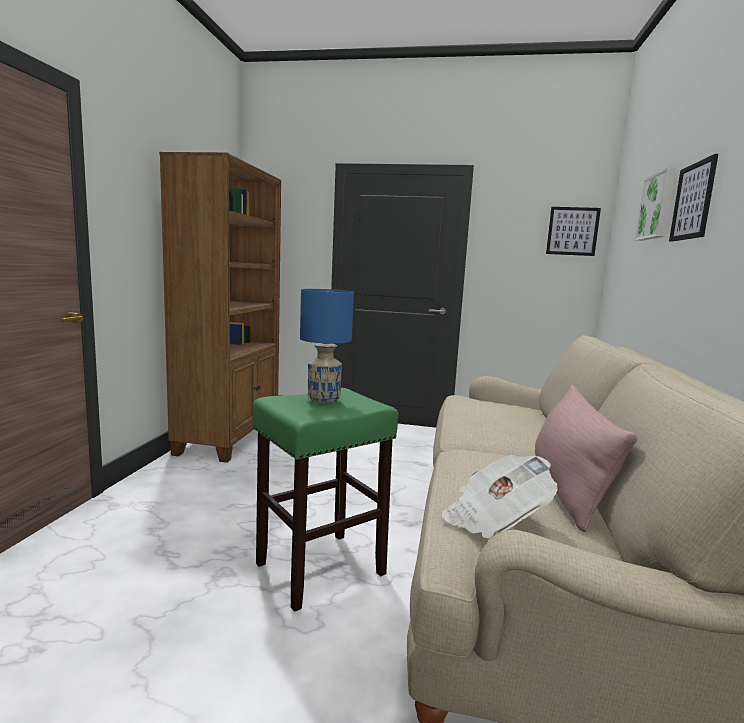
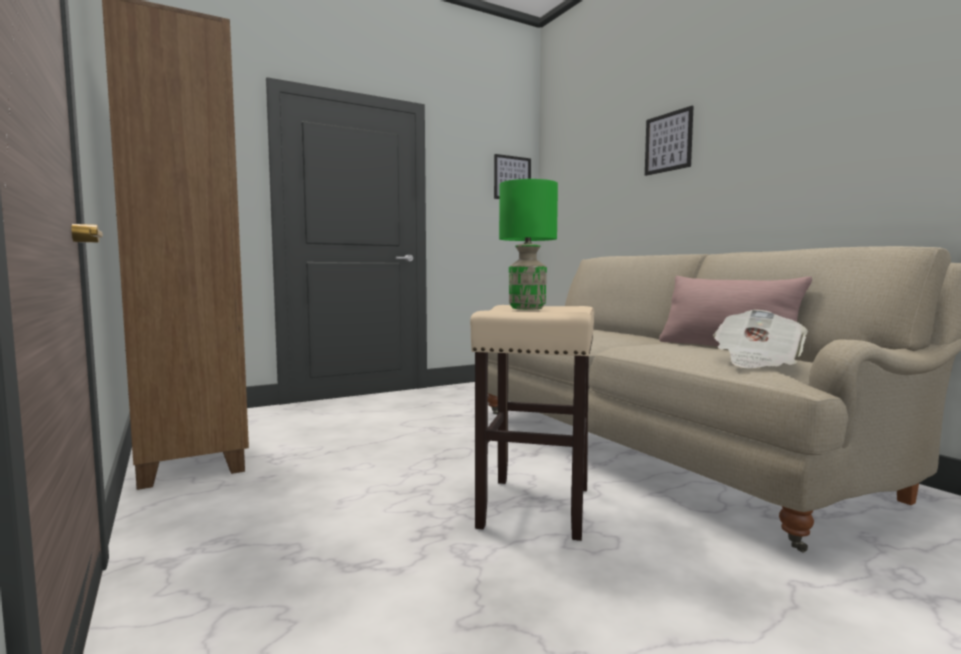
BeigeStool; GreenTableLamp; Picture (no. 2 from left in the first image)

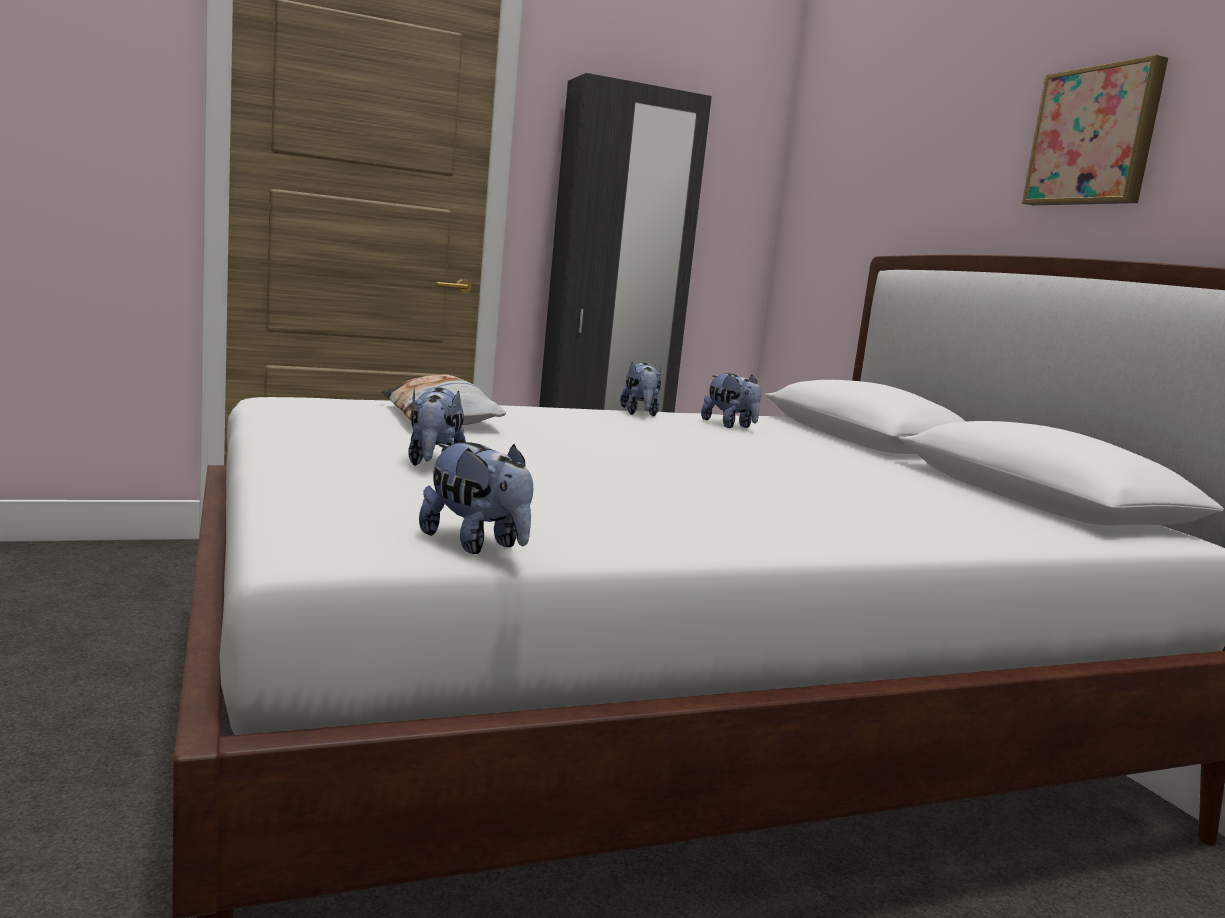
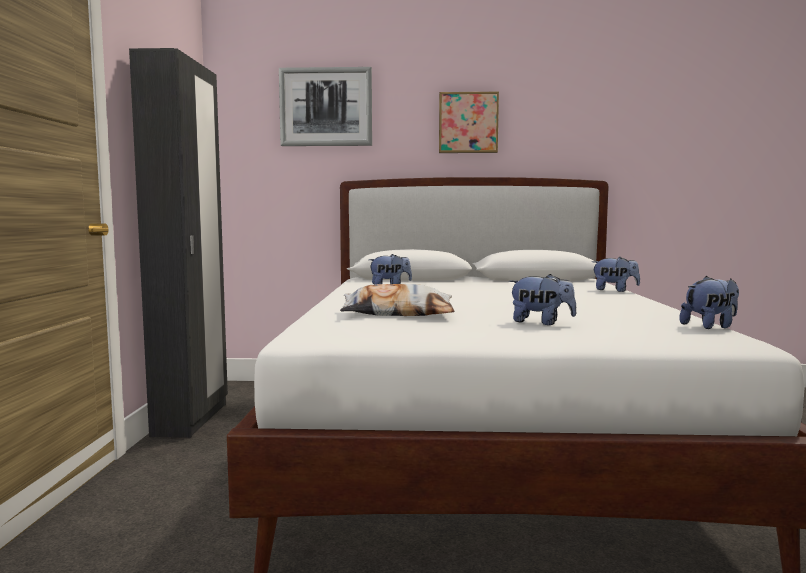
PlushToy (no. 3 from left); Picture (no. 1 from left)

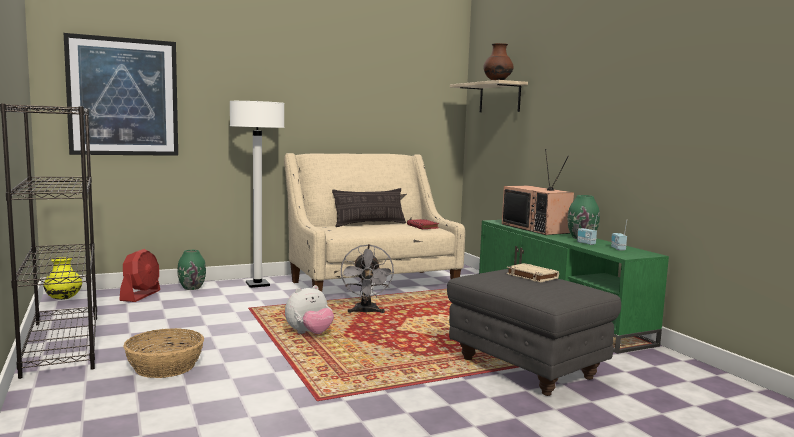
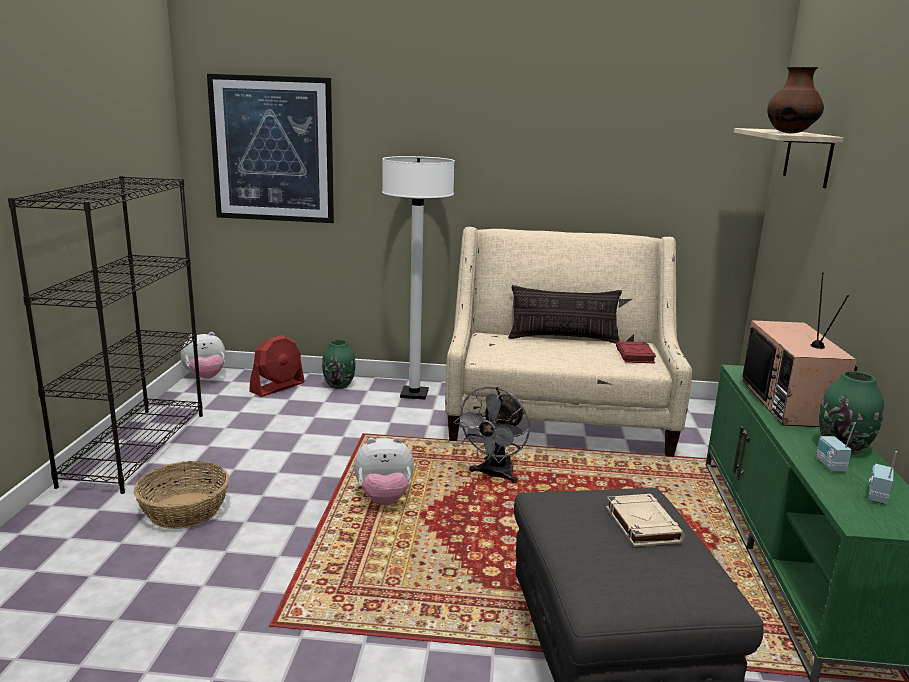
PlushToy (no. 1 from left)

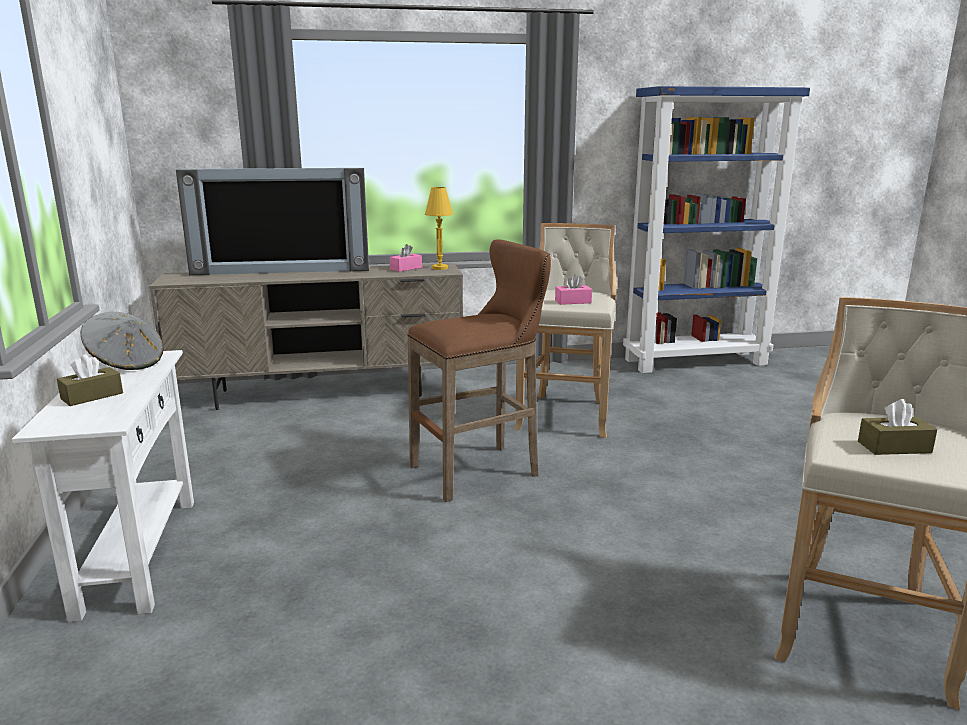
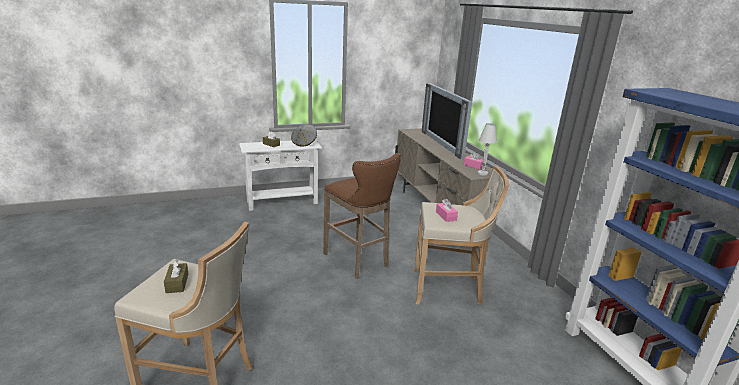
WhiteTableLamp

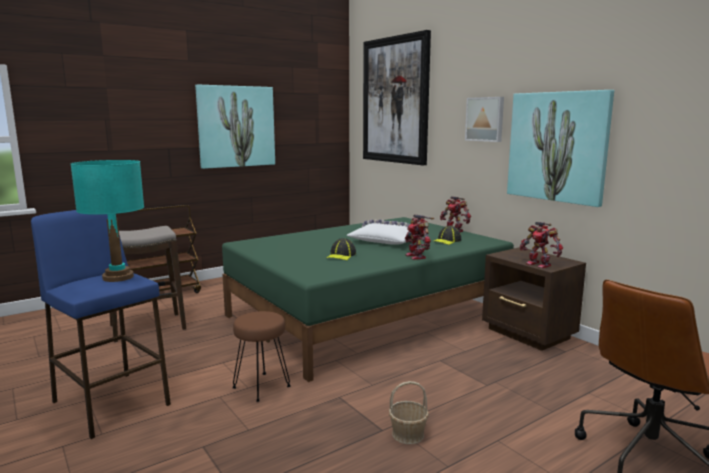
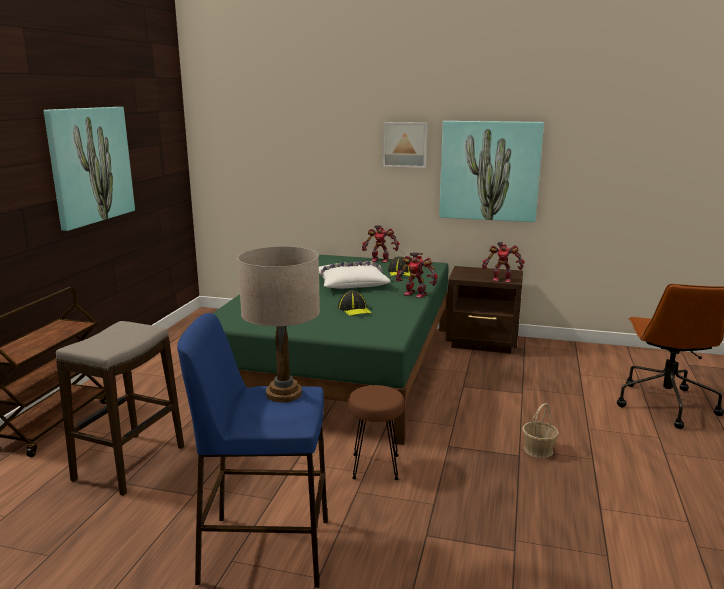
BeigeTableLamp; Picture (no. 2 from left in the first image)

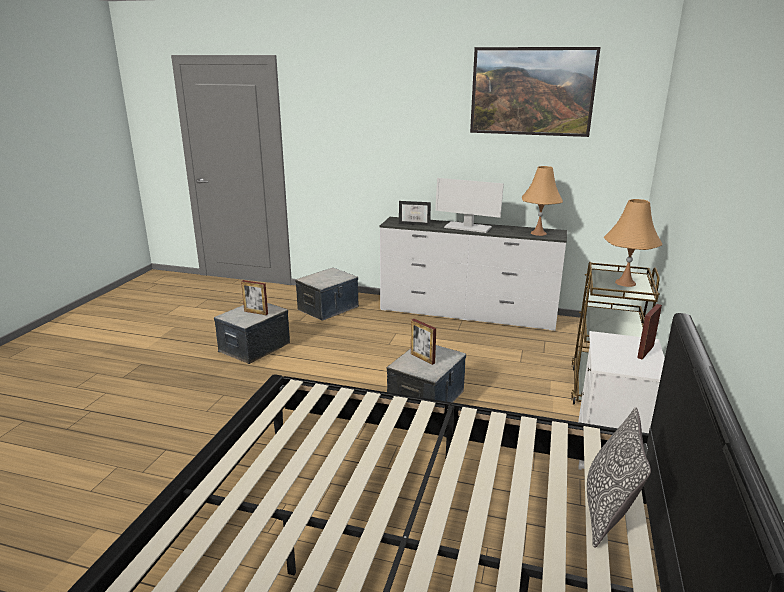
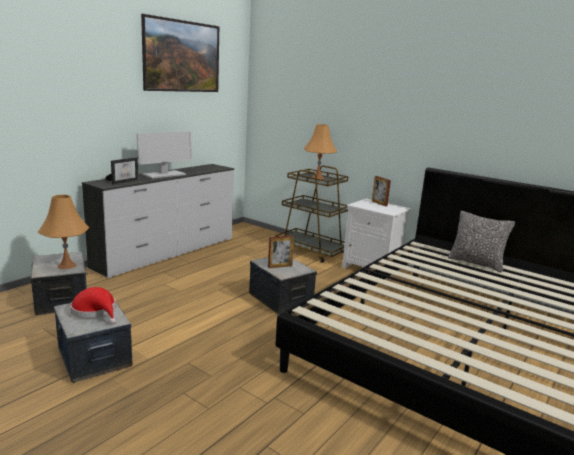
RedHat; OrangeTableLamp (no. 1 from left)

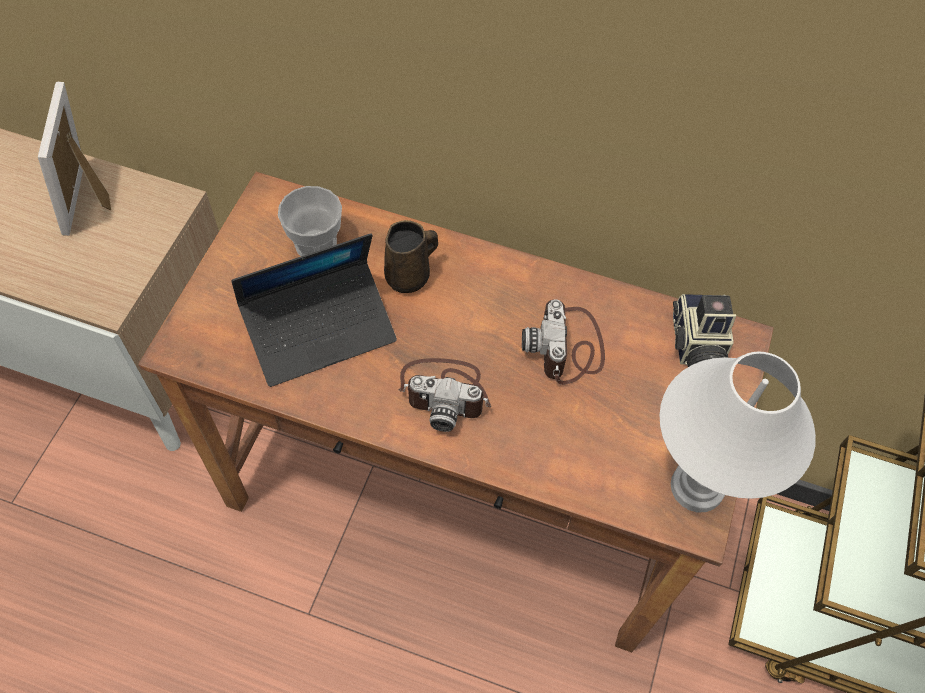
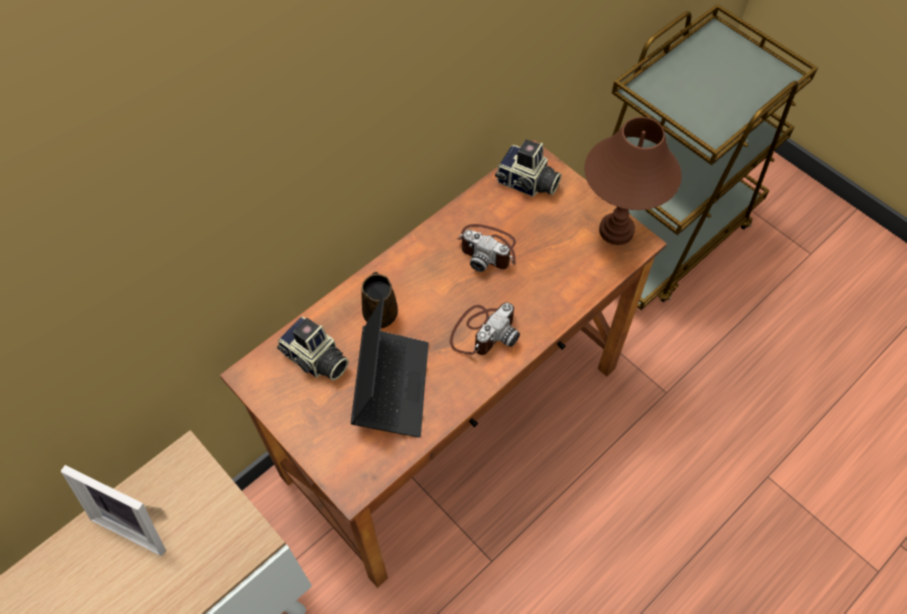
PhotoCamera (no. 1 from left); BrownTableLamp

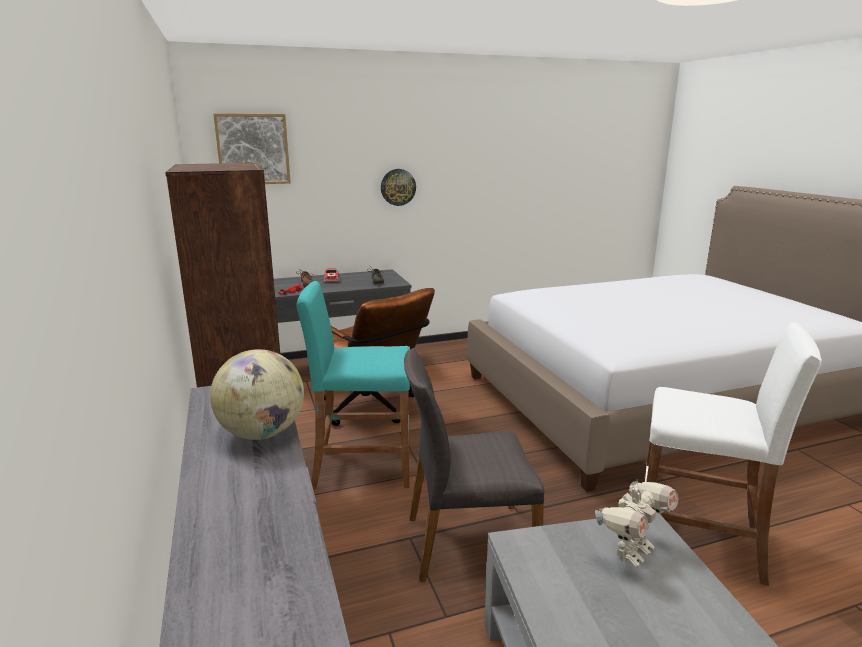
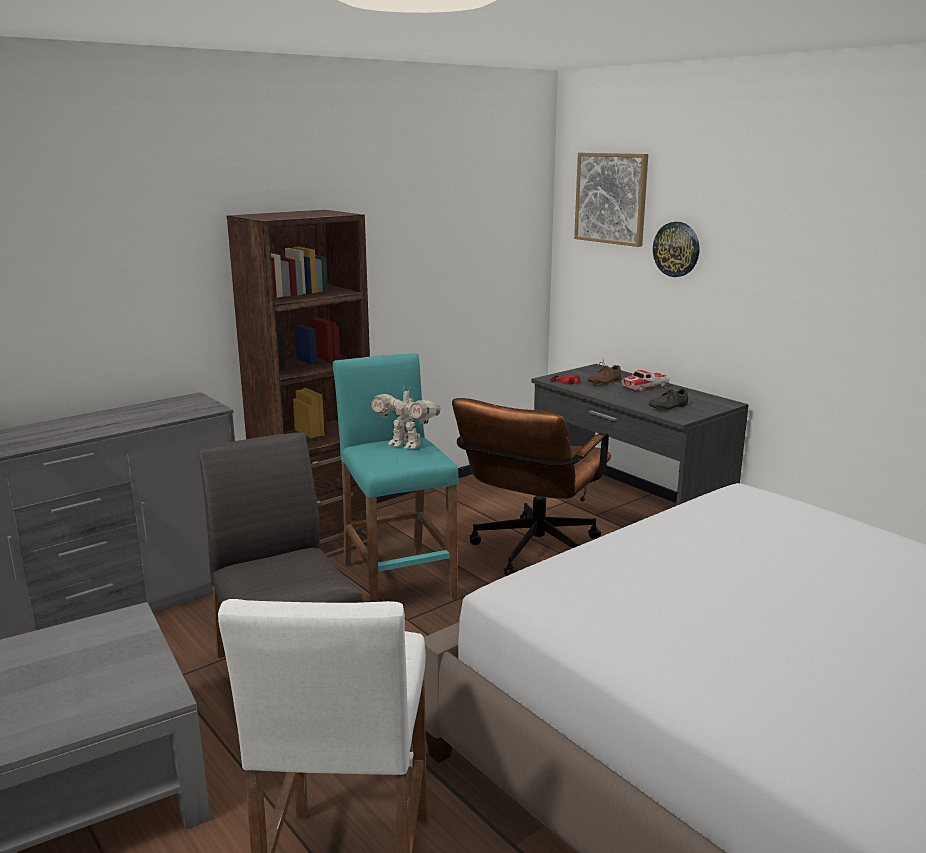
Globe; WallClock; ToyRobot

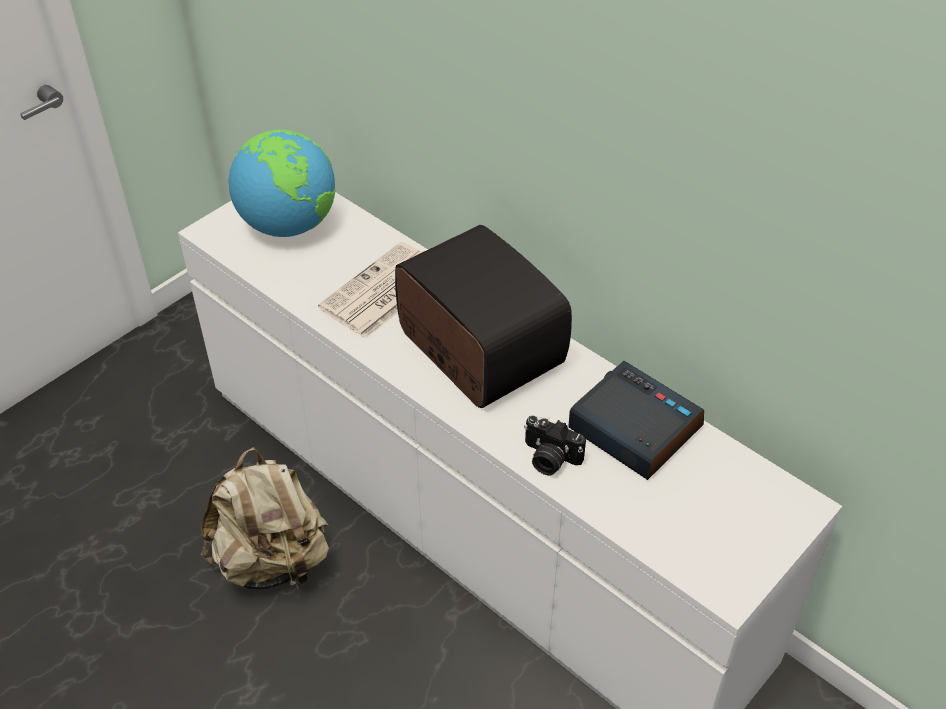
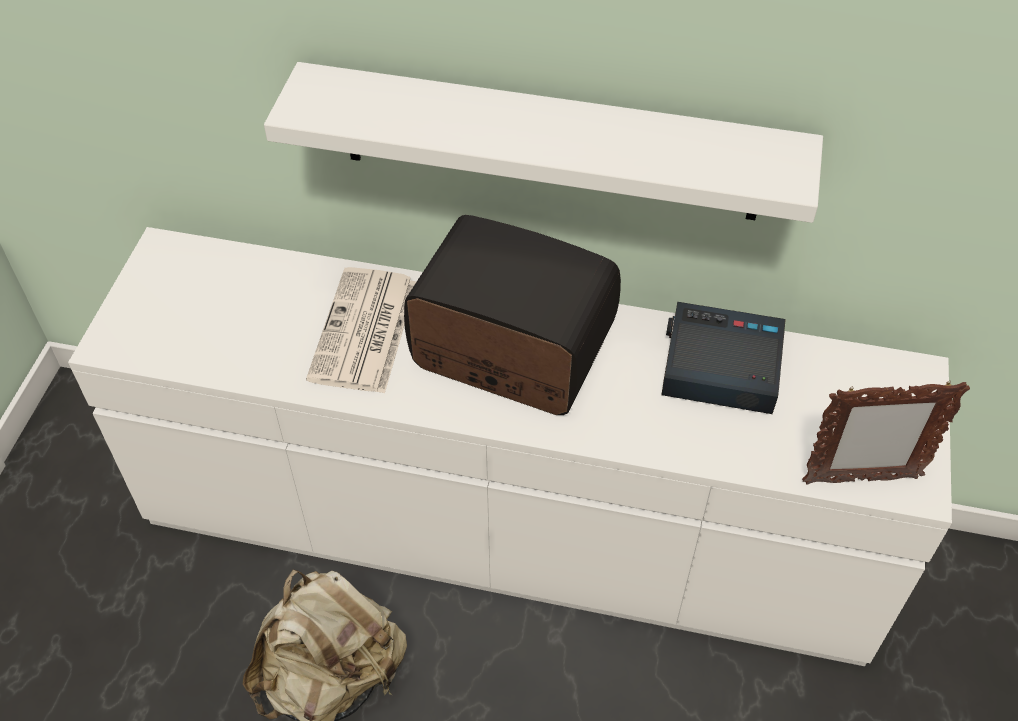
Globe; PhotoCamera; WhiteShelf; PictureFrame

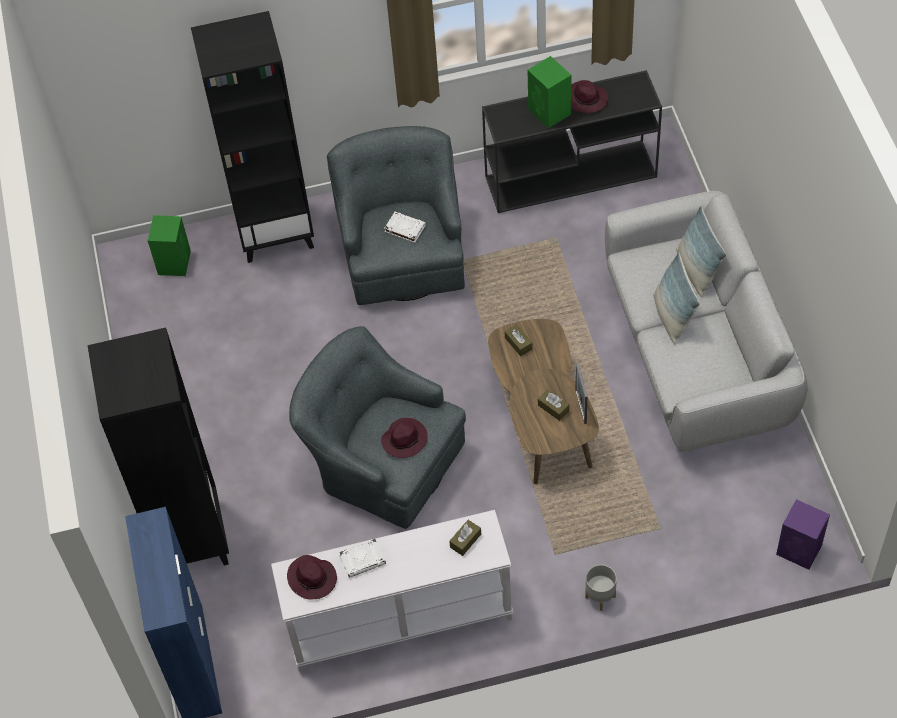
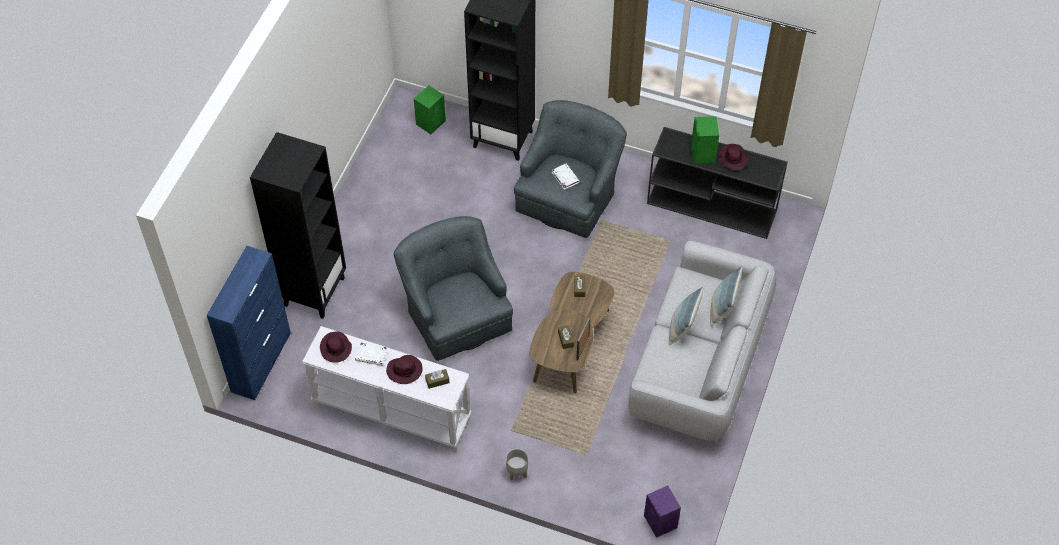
PurpleHat (no. 2 from left)

